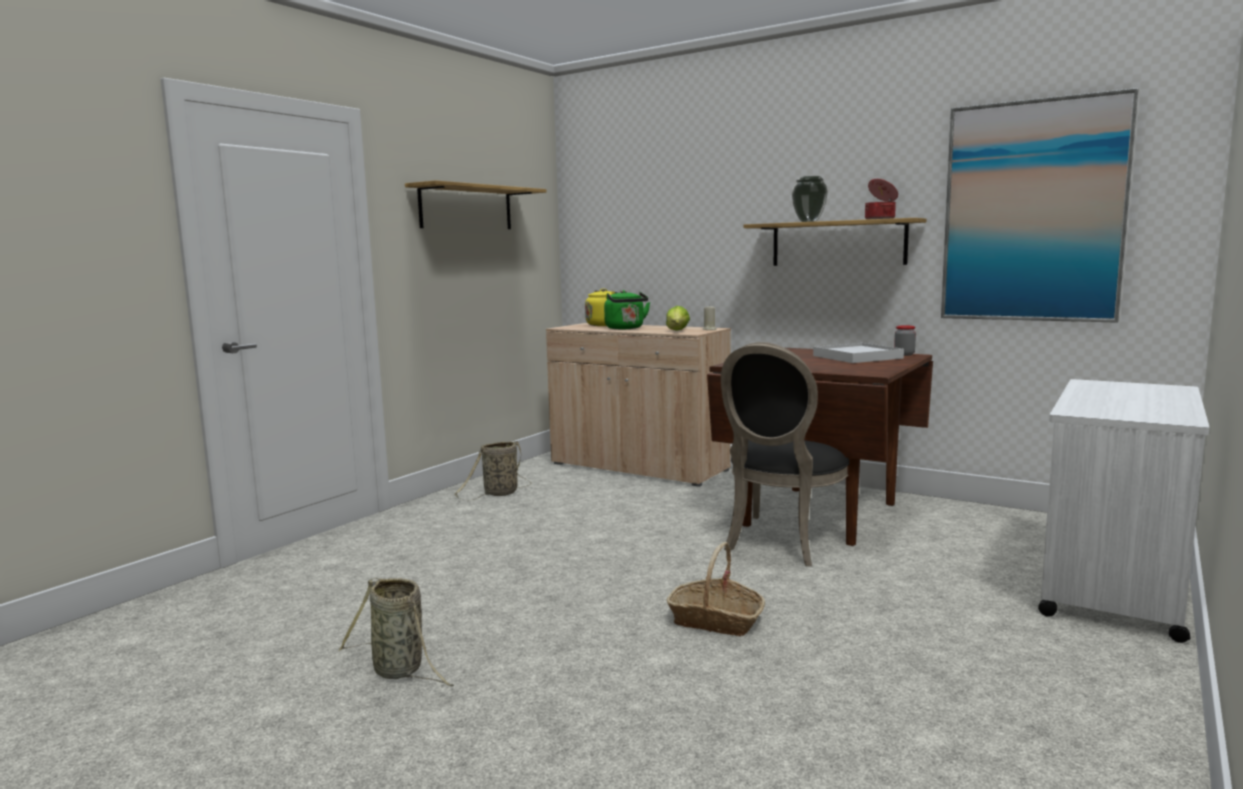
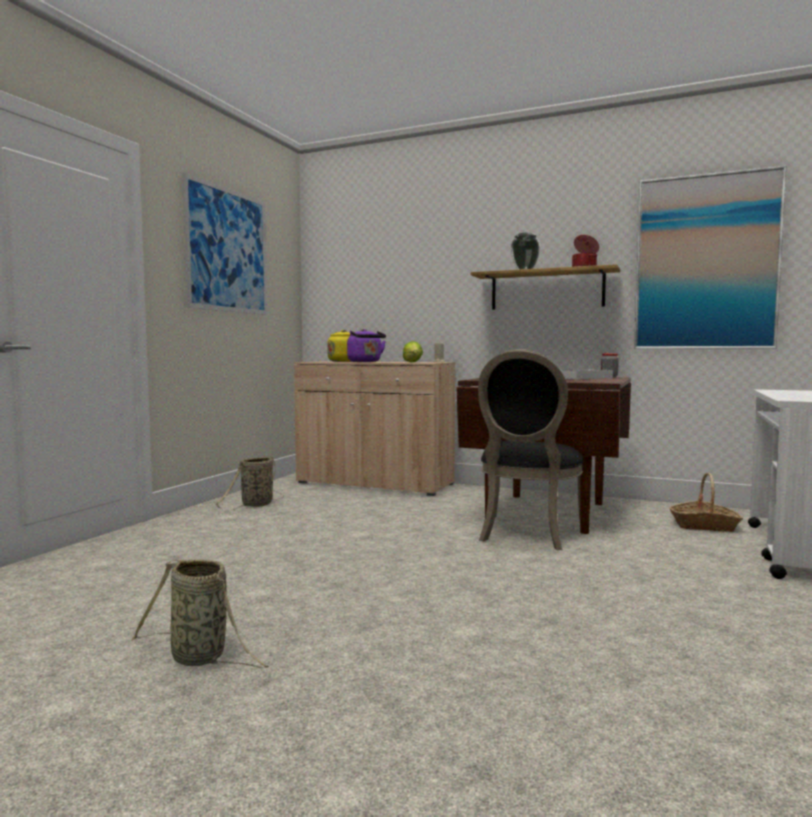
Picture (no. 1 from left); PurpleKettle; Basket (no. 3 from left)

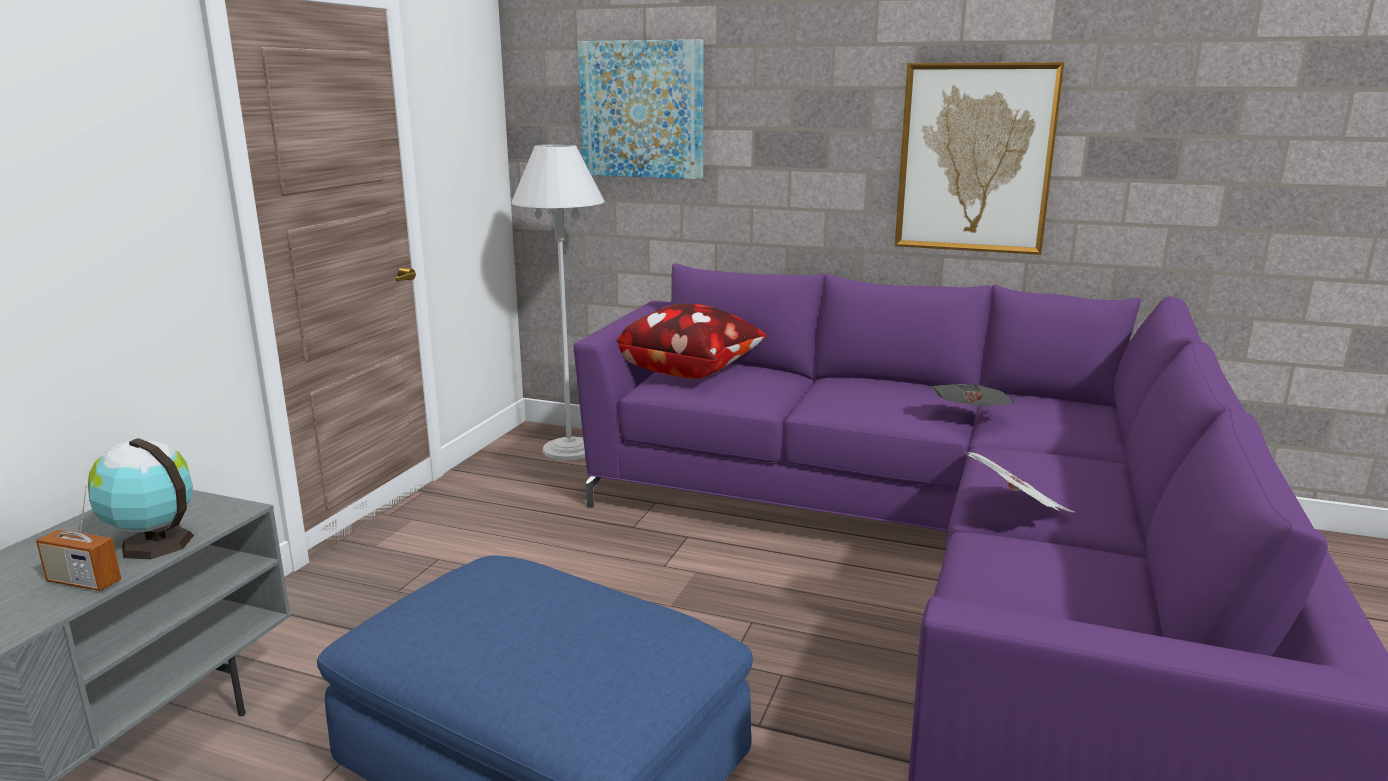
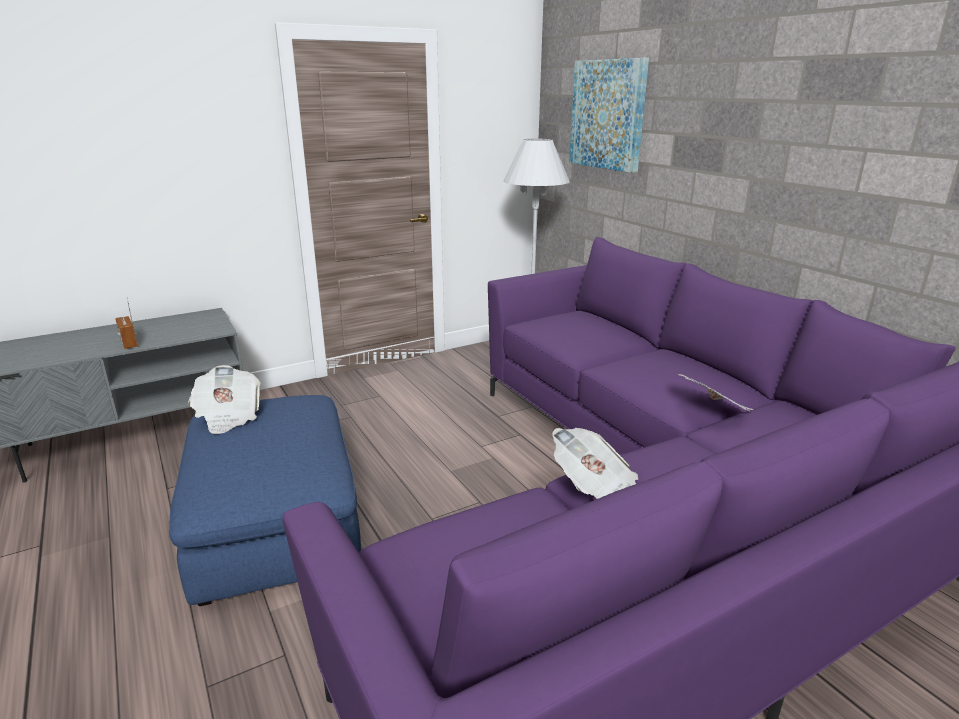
Globe; Pillow; Picture (no. 2 from left in the first image); Newspaper (no. 1 from left)

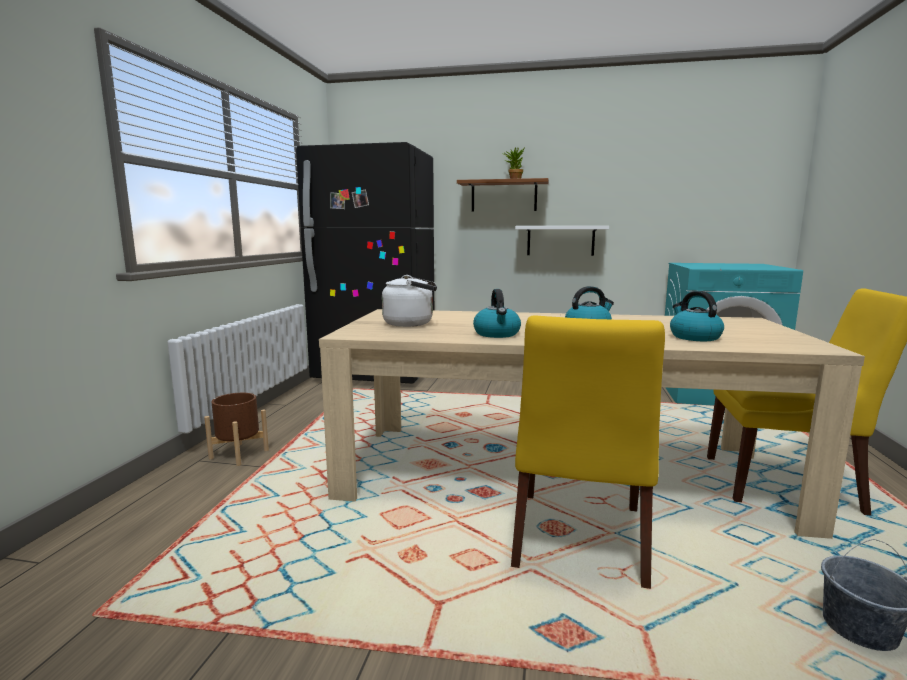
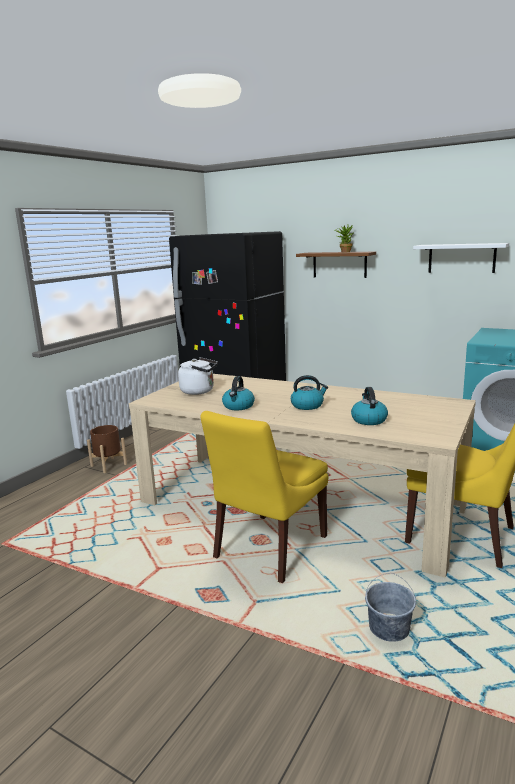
WhiteShelf

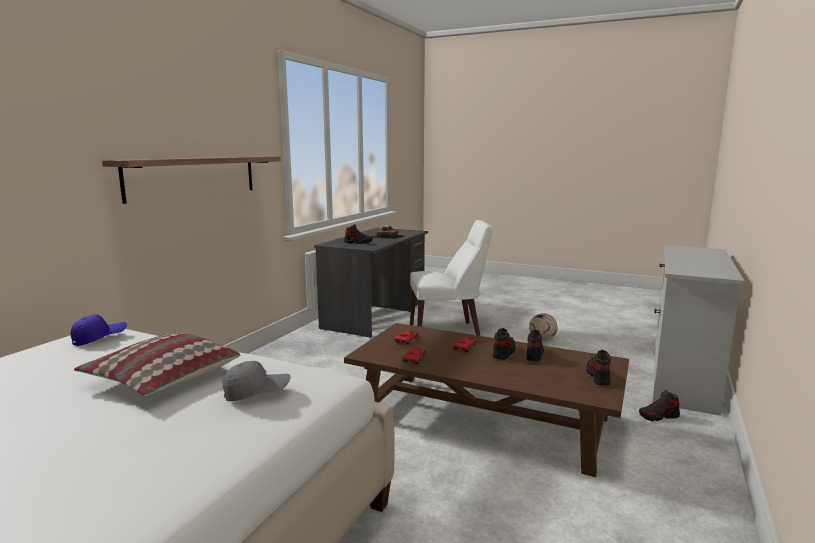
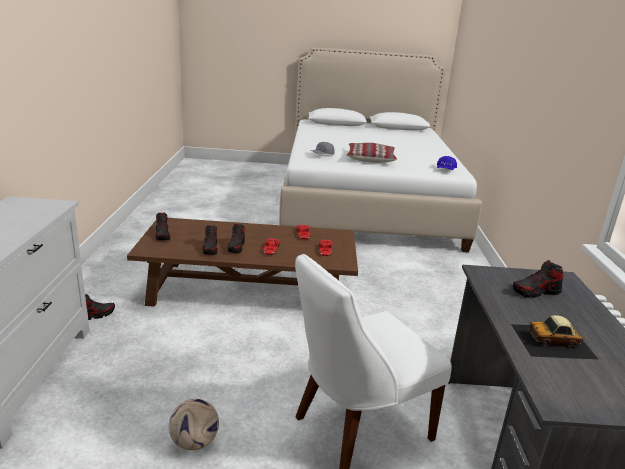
Shelf

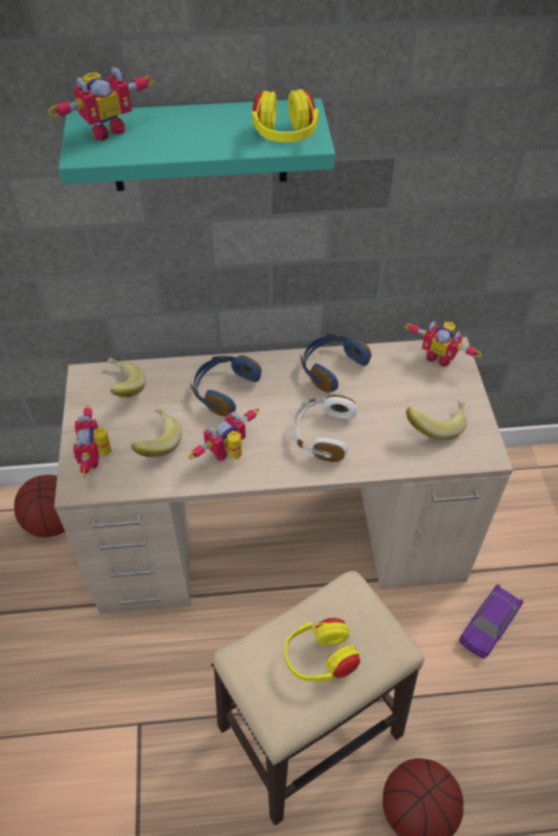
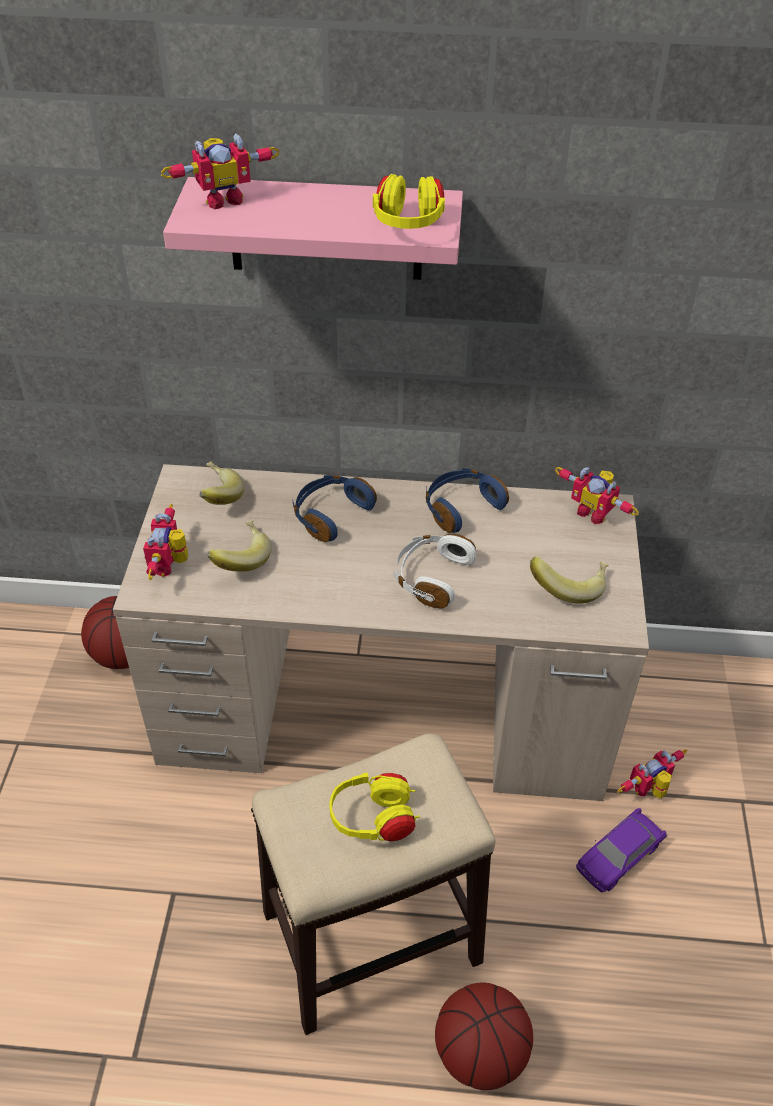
PinkShelf; ToyRobot (no. 4 from left)

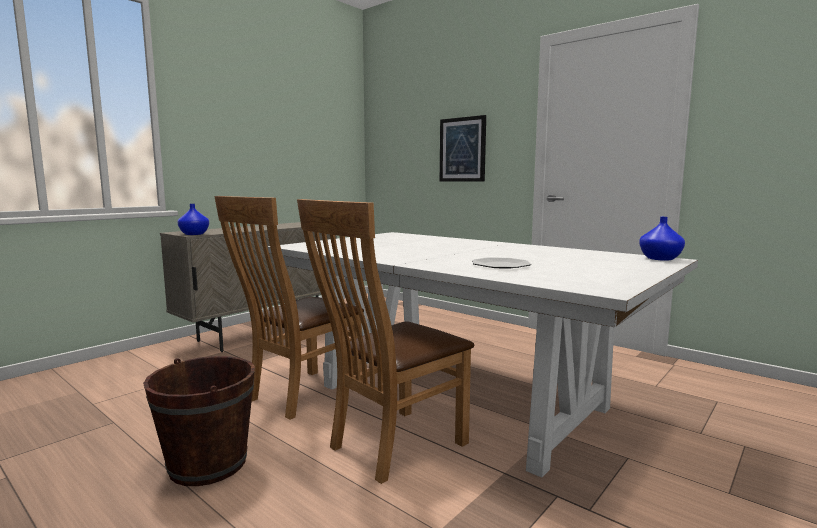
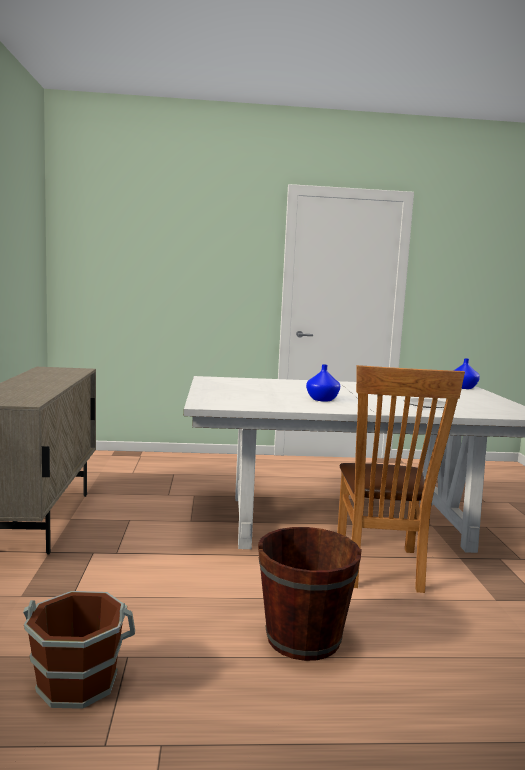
BlueVase (no. 1 from left); BrownChair (no. 1 from left in the first image); Picture; BrownBucket (no. 1 from left)

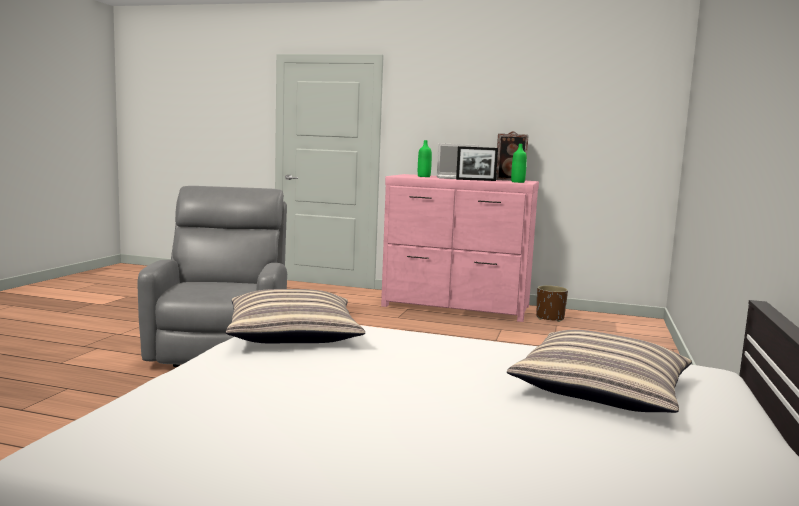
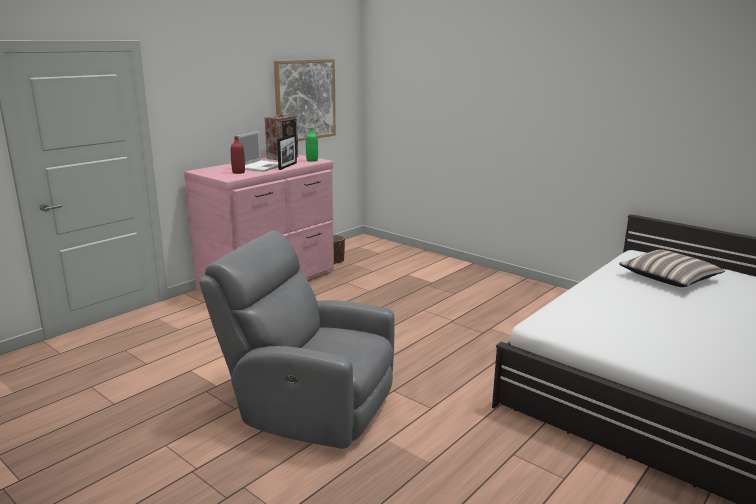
Pillow (no. 1 from left in the first image); RedBottle; Picture

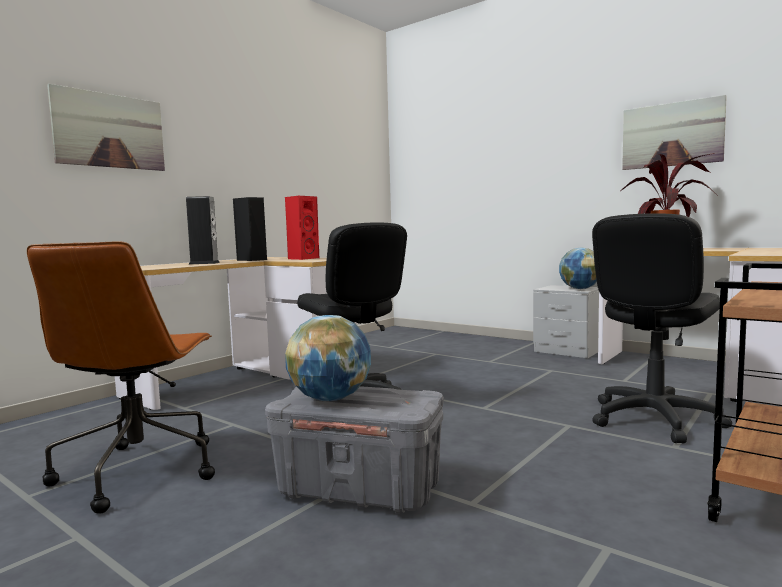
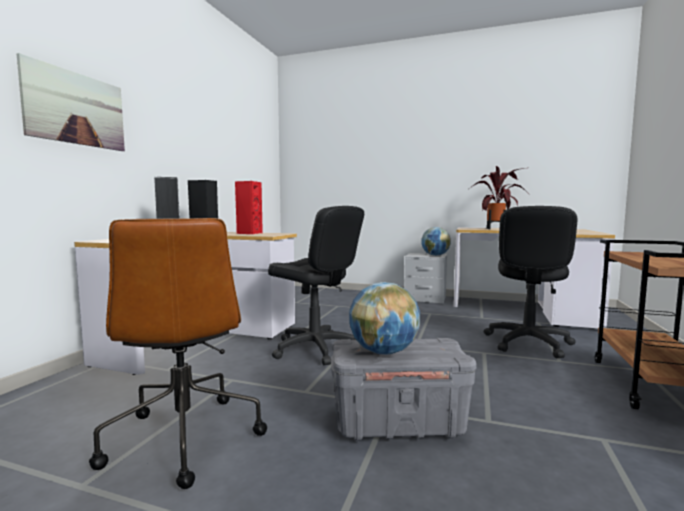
Picture (no. 2 from left in the first image)

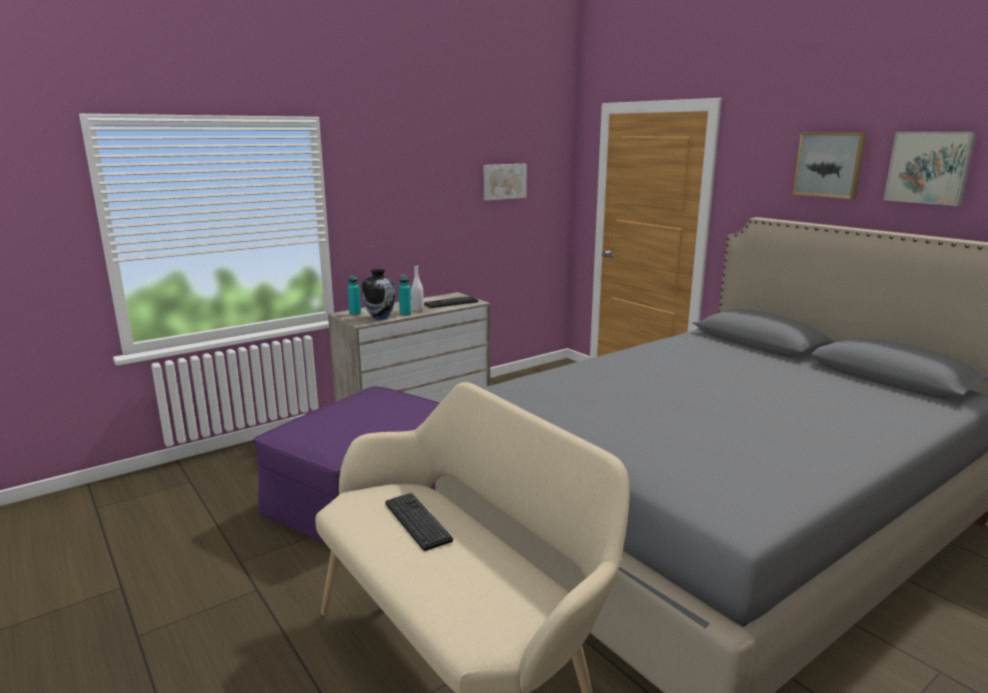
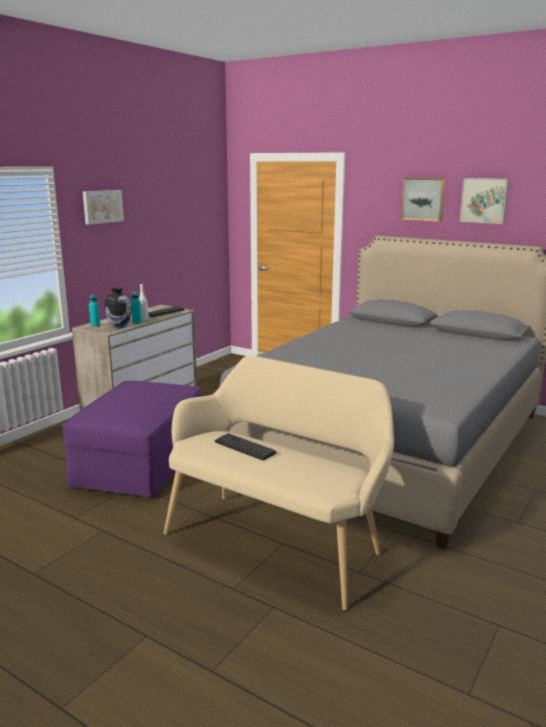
Picture (no. 1 from left)

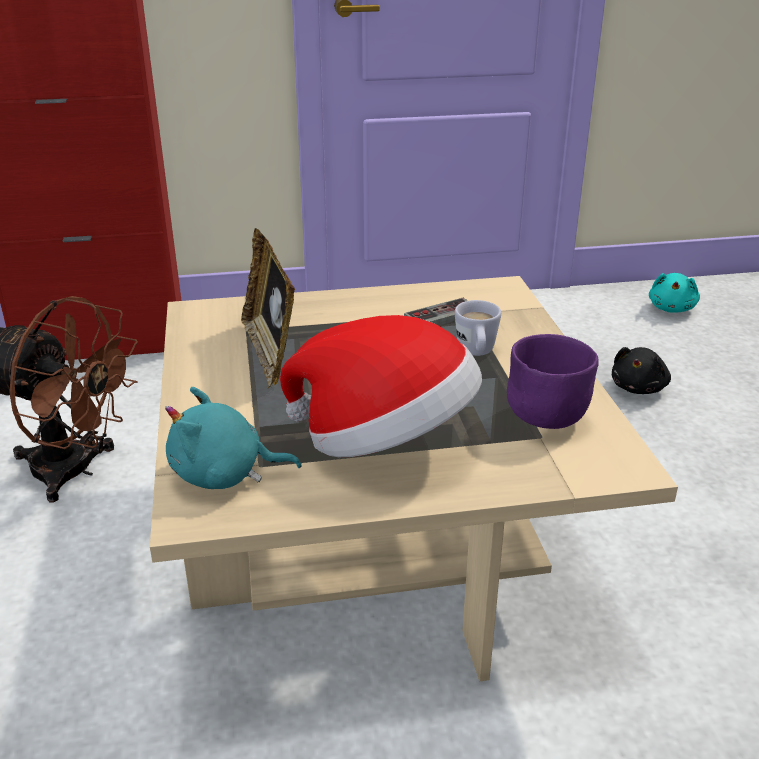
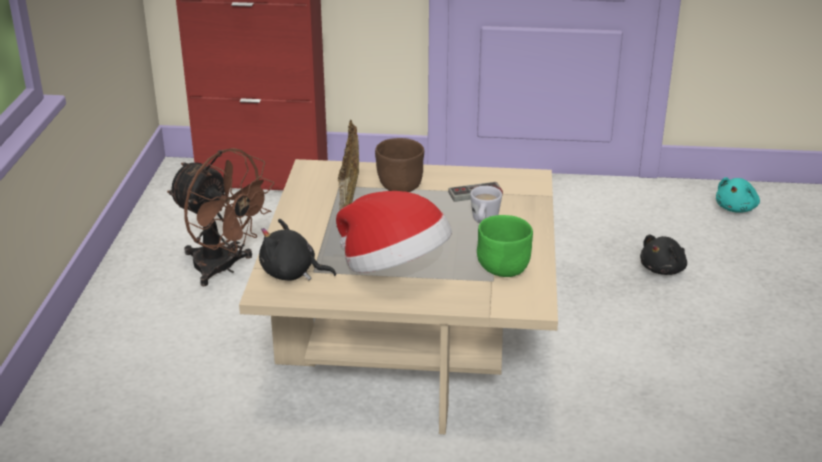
BlackPlushToy (no. 1 from left); GreenBowl; BrownBowl

